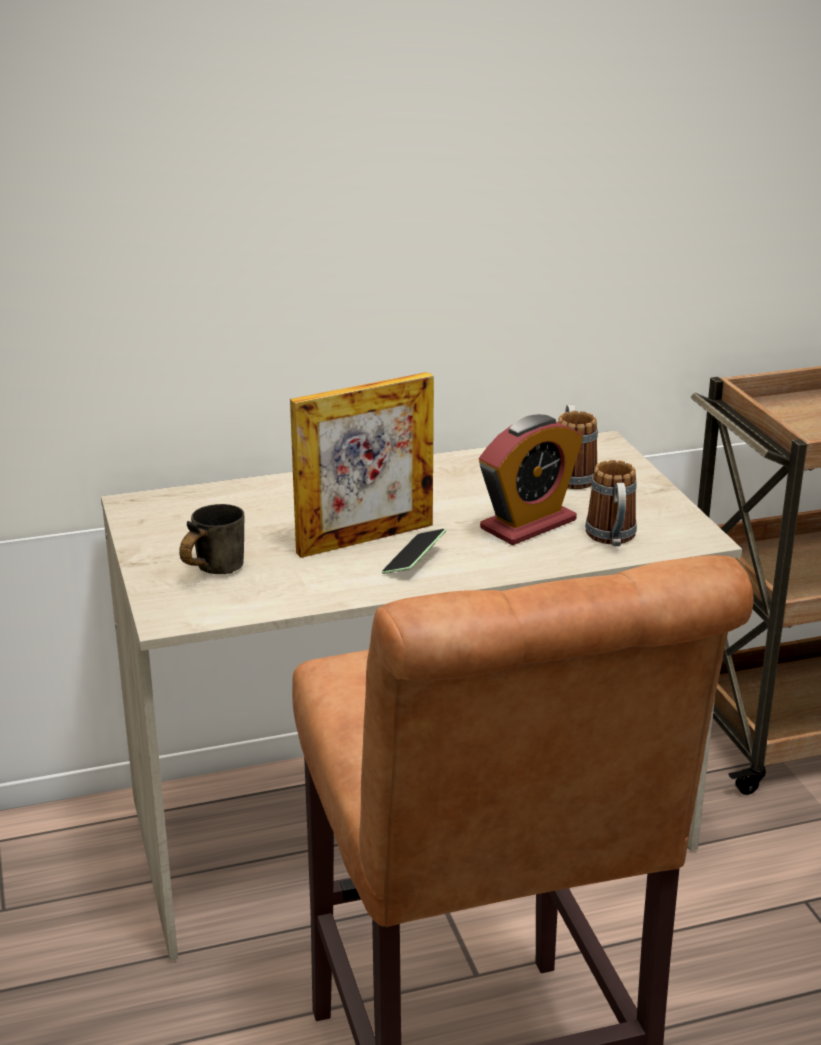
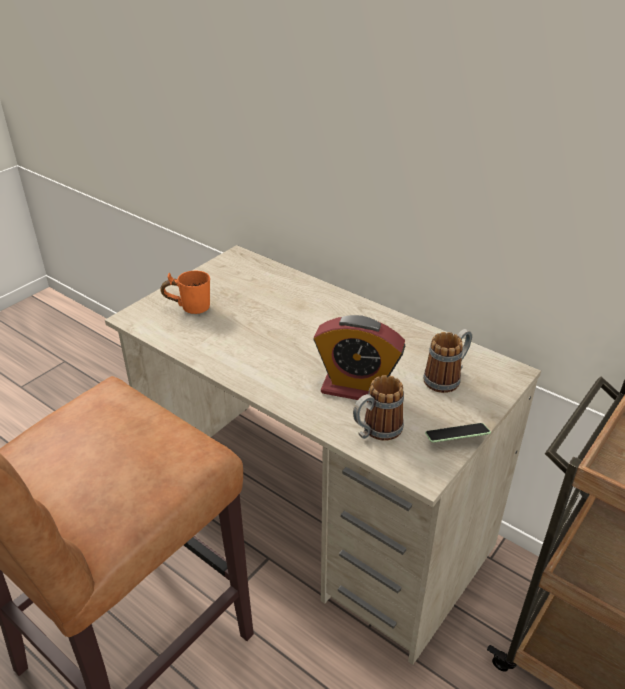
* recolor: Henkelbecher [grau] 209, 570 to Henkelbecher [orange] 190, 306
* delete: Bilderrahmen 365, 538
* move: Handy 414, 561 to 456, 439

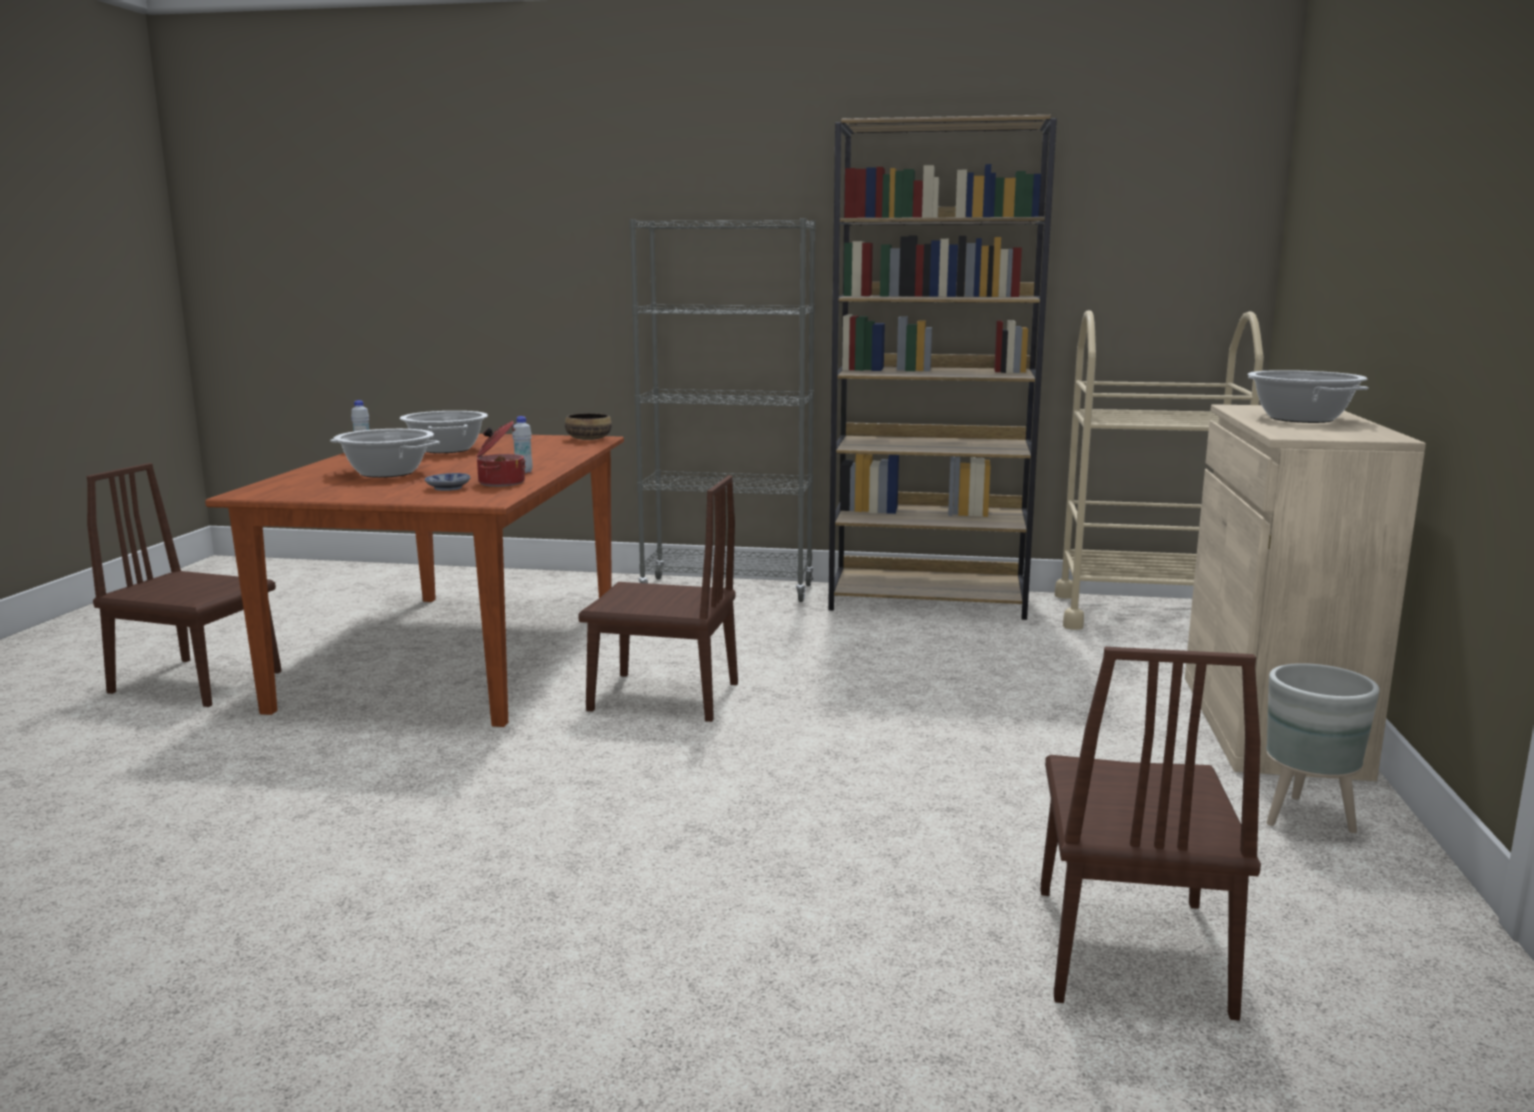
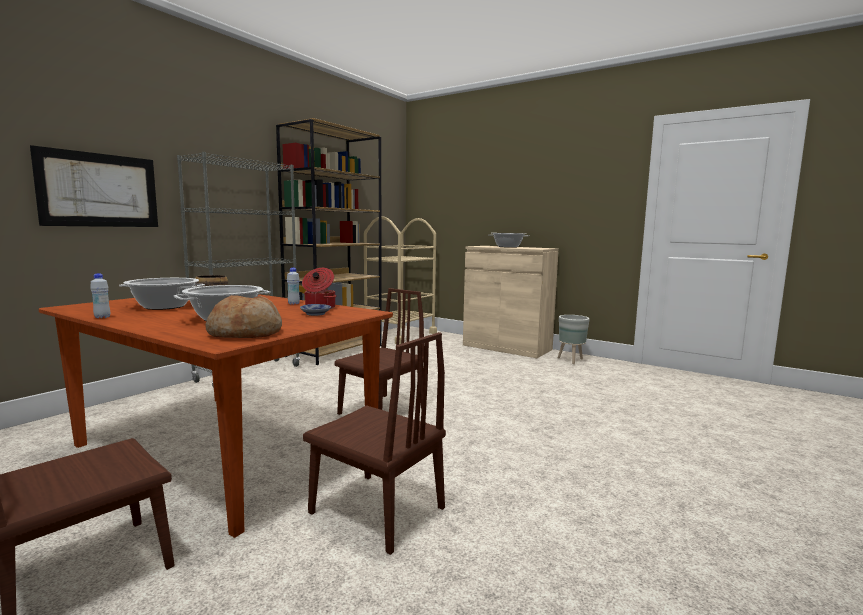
* move: Stuhl [braun] 1130, 949 to 377, 510
* insert: Bild 100, 190
* insert: Brot 246, 333

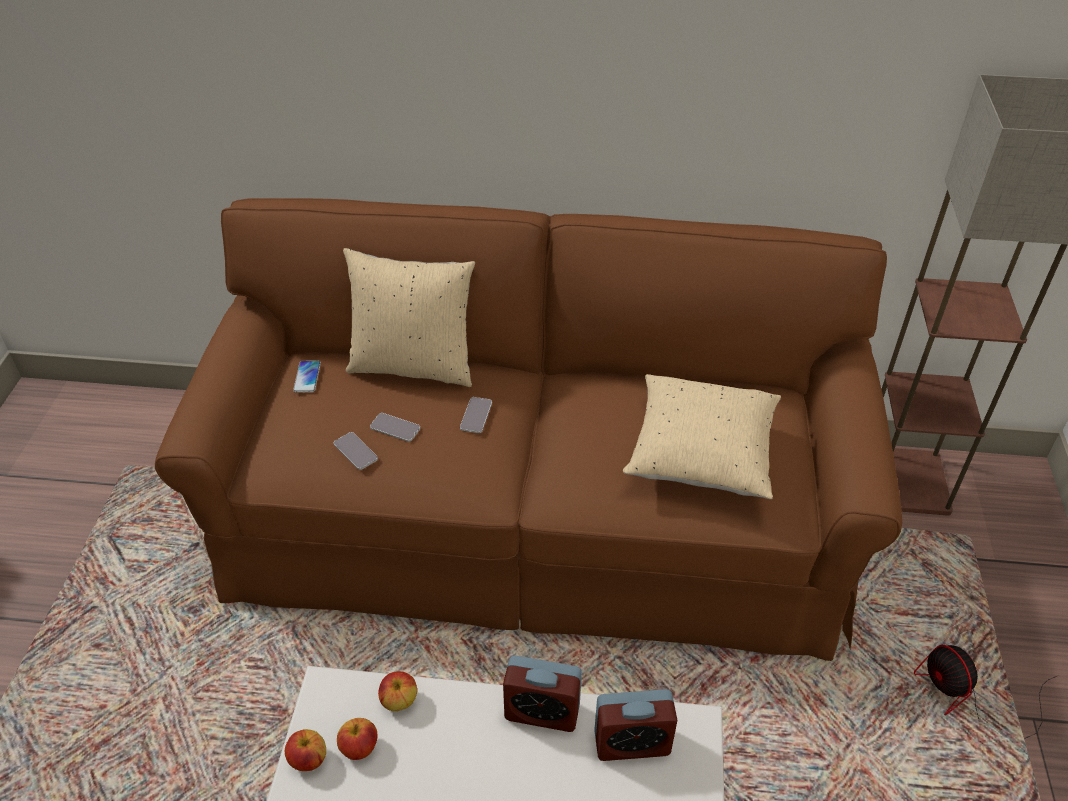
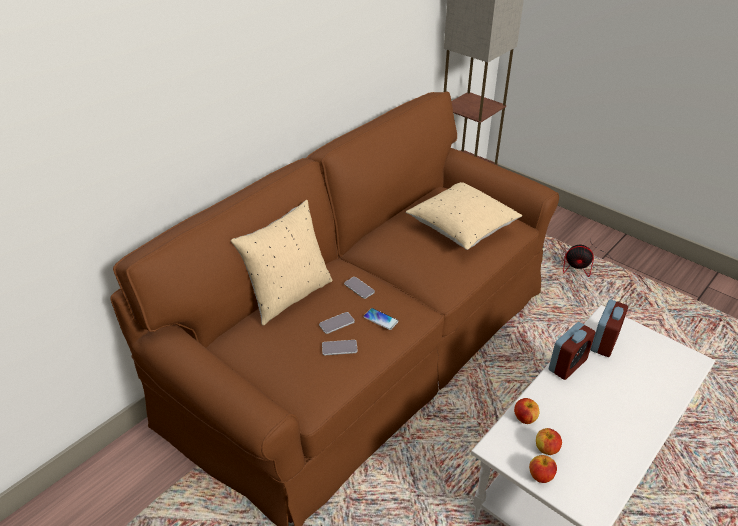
* move: Handy 307, 377 to 380, 319

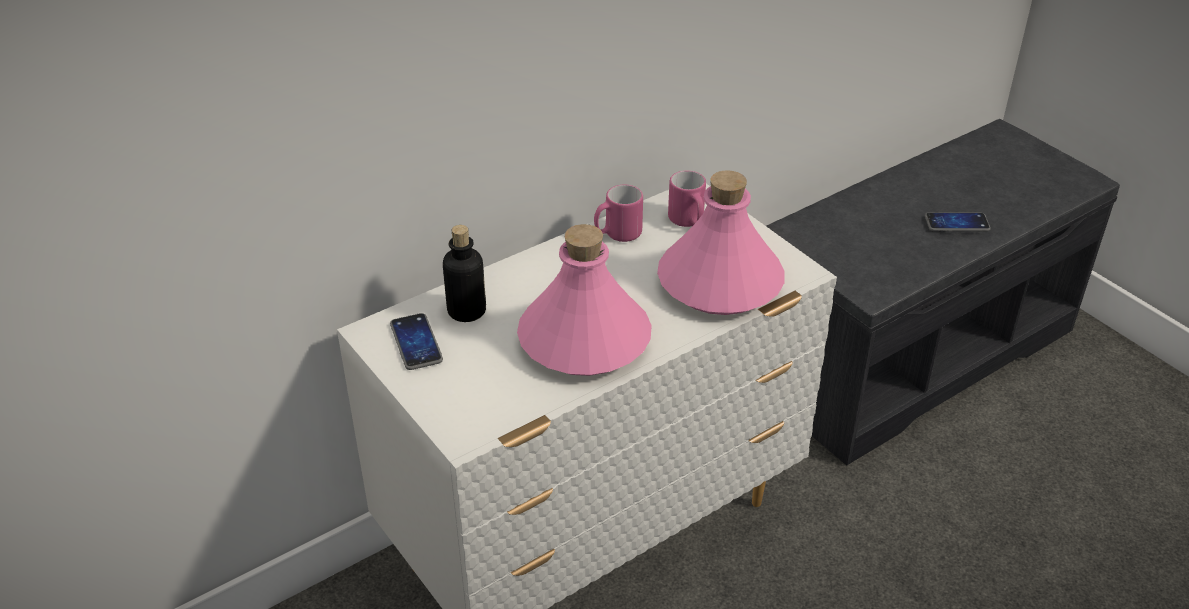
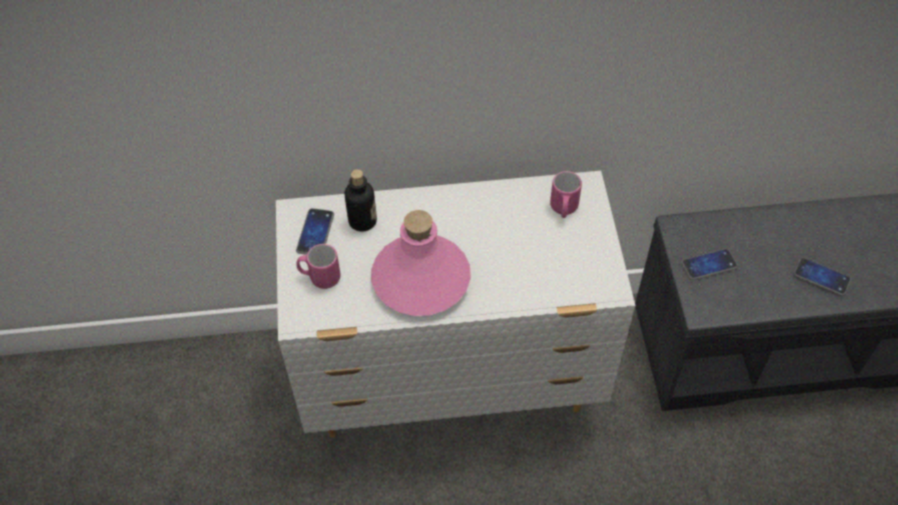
* move: Henkelbecher [rosa] 617, 234 to 320, 277
* delete: Flasche [rosa] 719, 282
* insert: Handy 709, 265

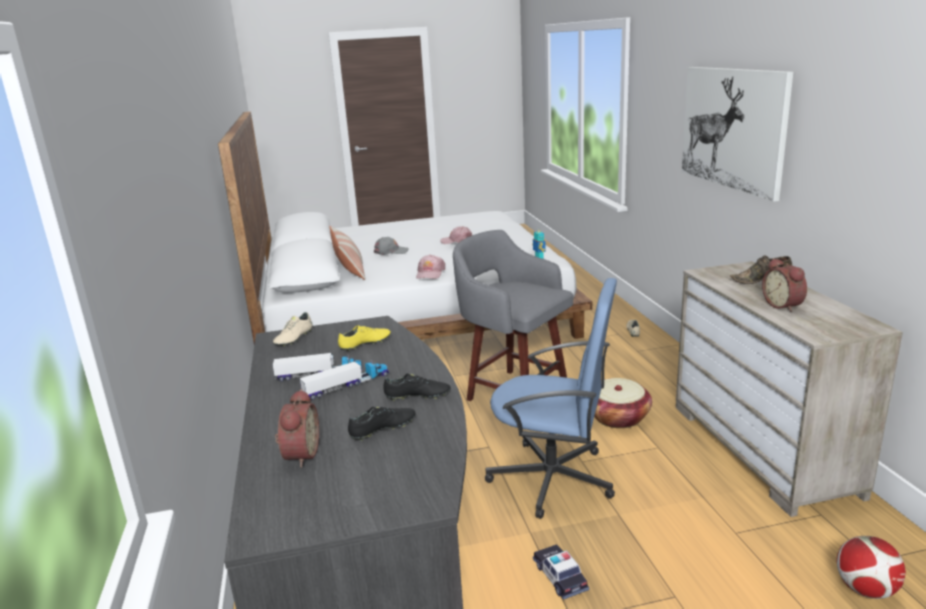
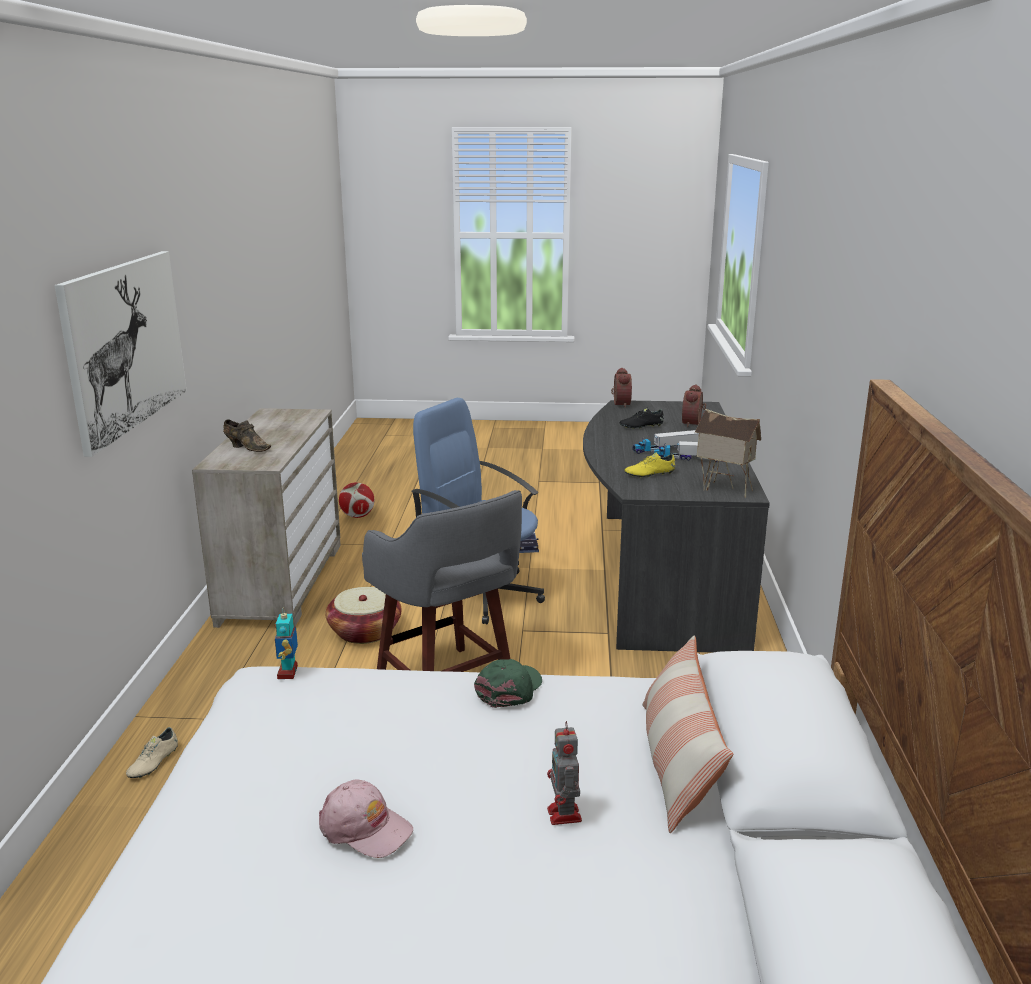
* replace: Schuh [beige] 294, 338 to Spielzeughaus 723, 490
* replace: Kappe [grau] 391, 251 to Spielzeugroboter 564, 816
* delete: Schuh [schwarz] 417, 396
* recolor: Kappe [rosa] 430, 273 to Kappe [grün] 509, 689
* move: Wecker 784, 305 to 619, 404

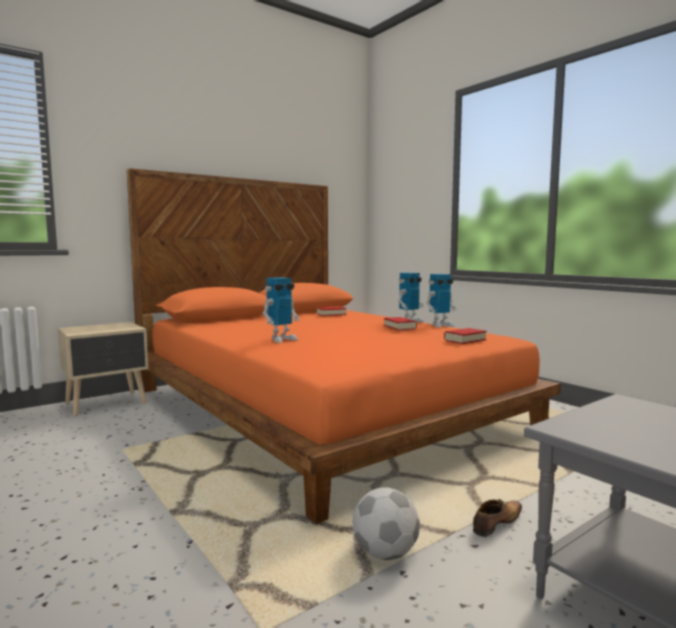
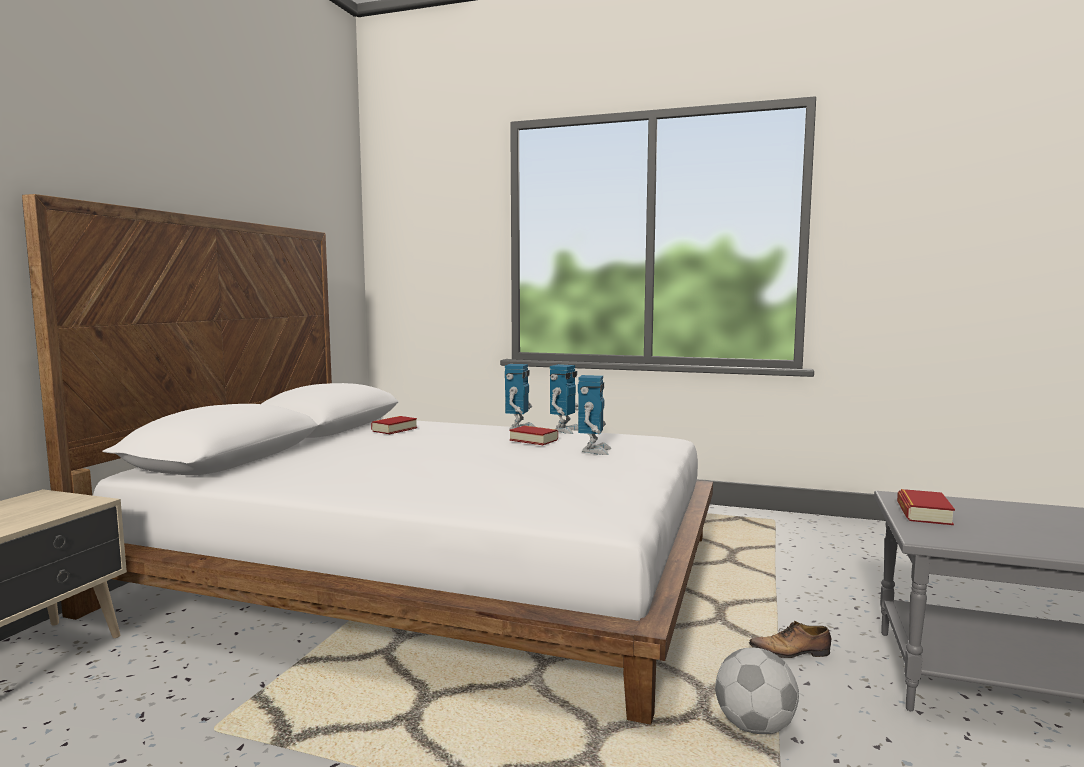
* recolor: Bett [orange] 321, 409 to Bett [weiß] 432, 570
* move: Spielzeugroboter 281, 339 to 594, 451
* move: Buch 465, 340 to 923, 513
* rotate: Schuh 496, 523 = 792, 652 105 degrees counterclockwise

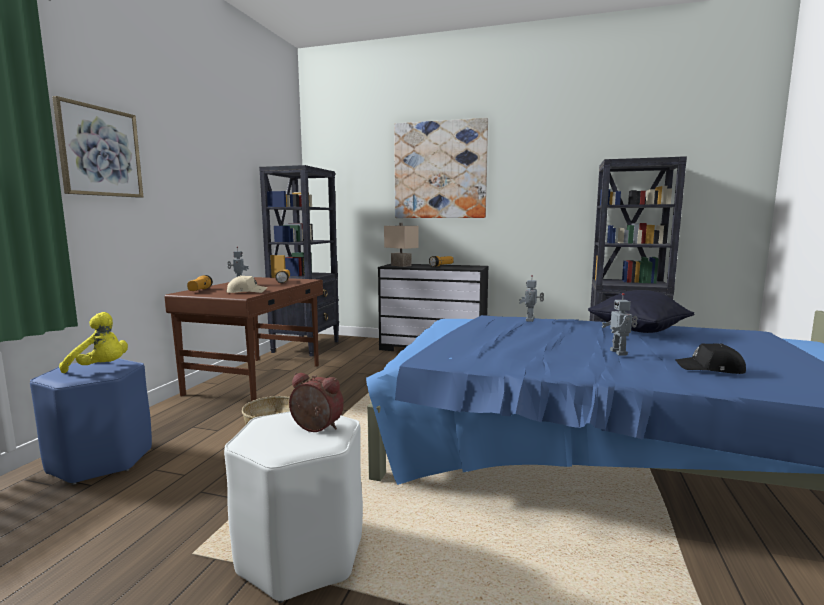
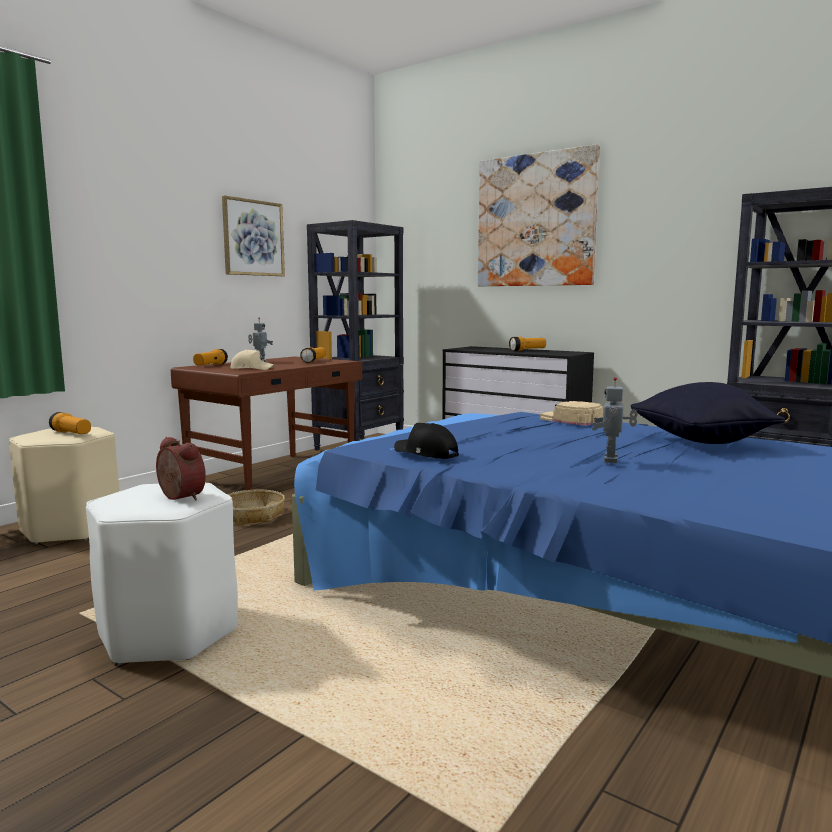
* recolor: Hocker [blau] 101, 460 to Hocker [beige] 71, 529
* move: Bild 100, 151 to 253, 238
* replace: Plüschtier [gelb] 101, 368 to Taschenlampe 71, 433
* delete: Tischlampe [beige] 400, 265
* replace: Spielzeugroboter 531, 320 to Kappe [beige] 570, 420
* move: Kappe [schwarz] 711, 369 to 426, 453

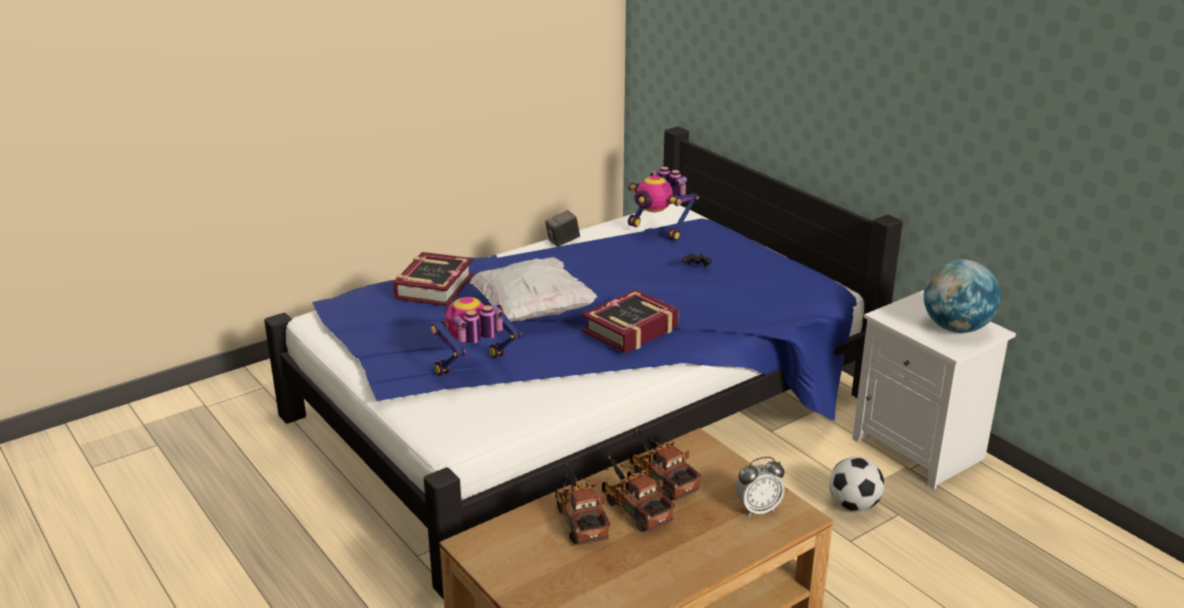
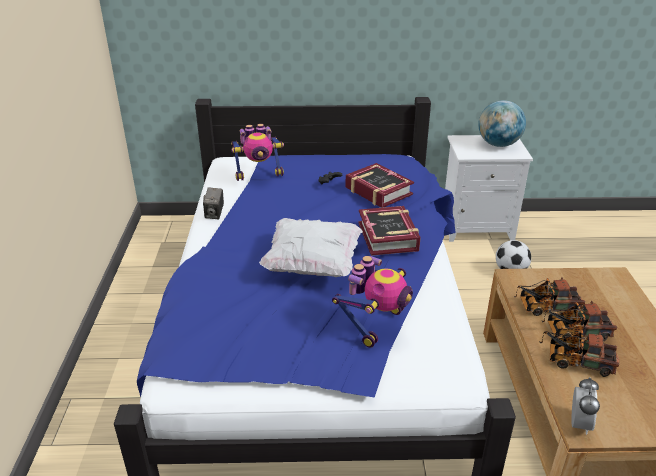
* move: Buch 434, 287 to 378, 191
* rotate: Spielzeugroboter 474, 369 = 375, 324 150 degrees counterclockwise
* move: Wecker 758, 509 to 579, 423

